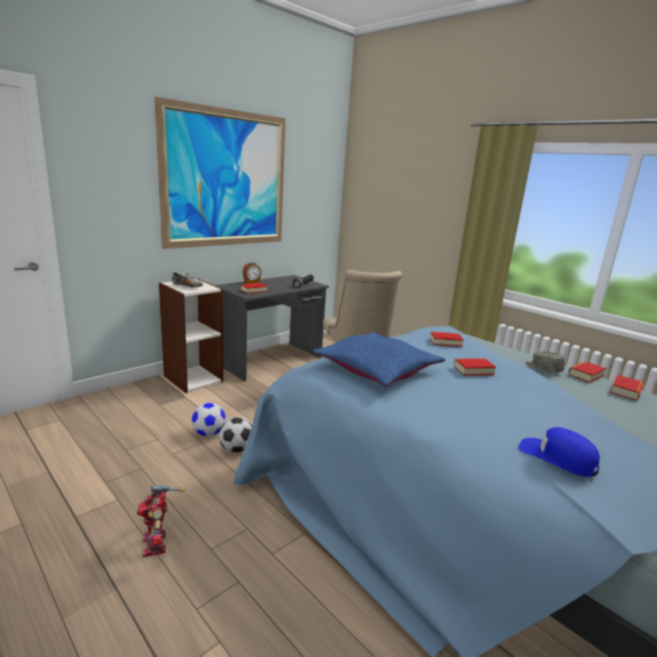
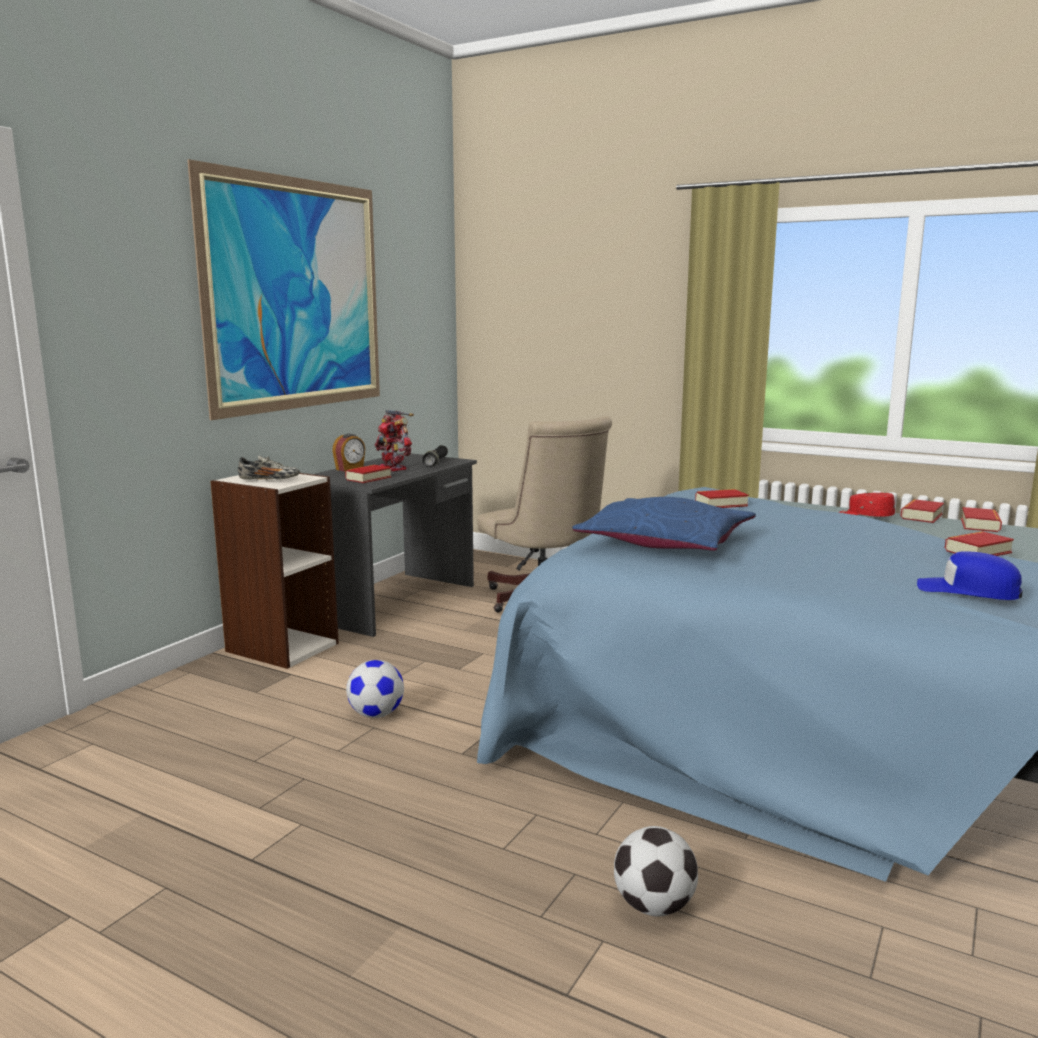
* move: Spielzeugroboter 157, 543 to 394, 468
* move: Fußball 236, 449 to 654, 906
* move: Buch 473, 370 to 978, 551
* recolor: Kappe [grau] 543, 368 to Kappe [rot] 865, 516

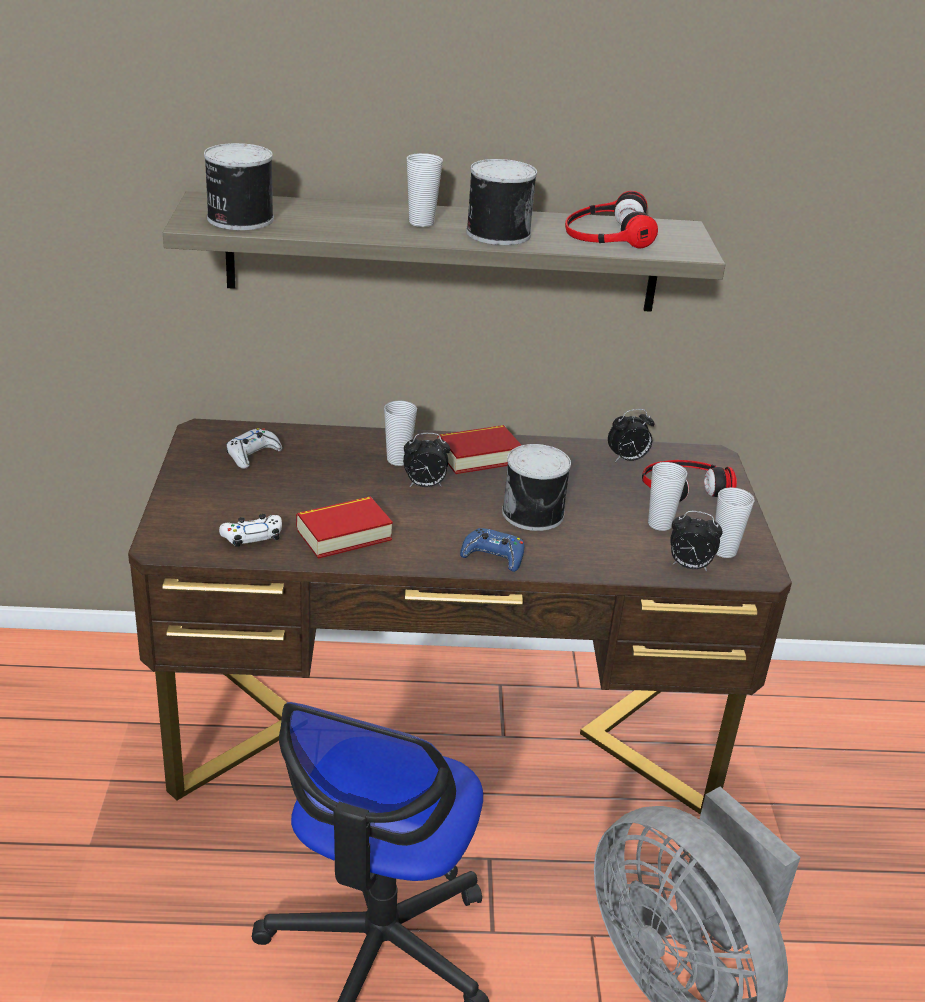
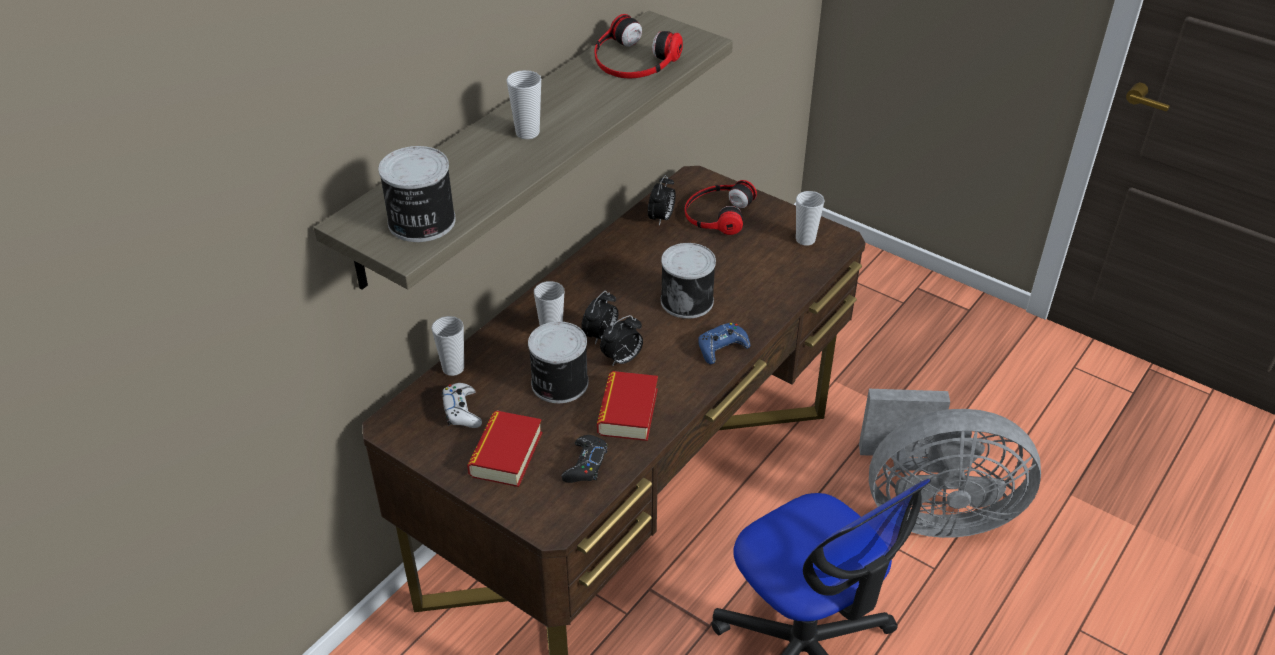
* recolor: Gamepad [weiß] 252, 536 to Gamepad [schwarz] 585, 465
* move: Buch 478, 456 to 506, 454
* move: Dose 496, 233 to 558, 383
* move: Tasse 660, 524 to 453, 368
* move: Wecker 689, 566 to 622, 359

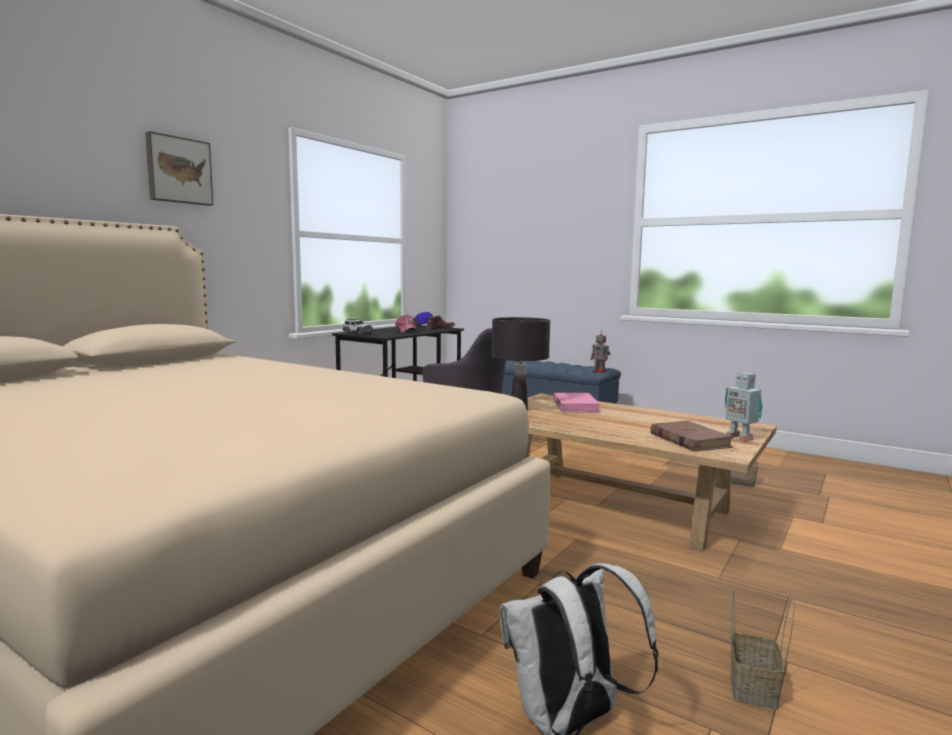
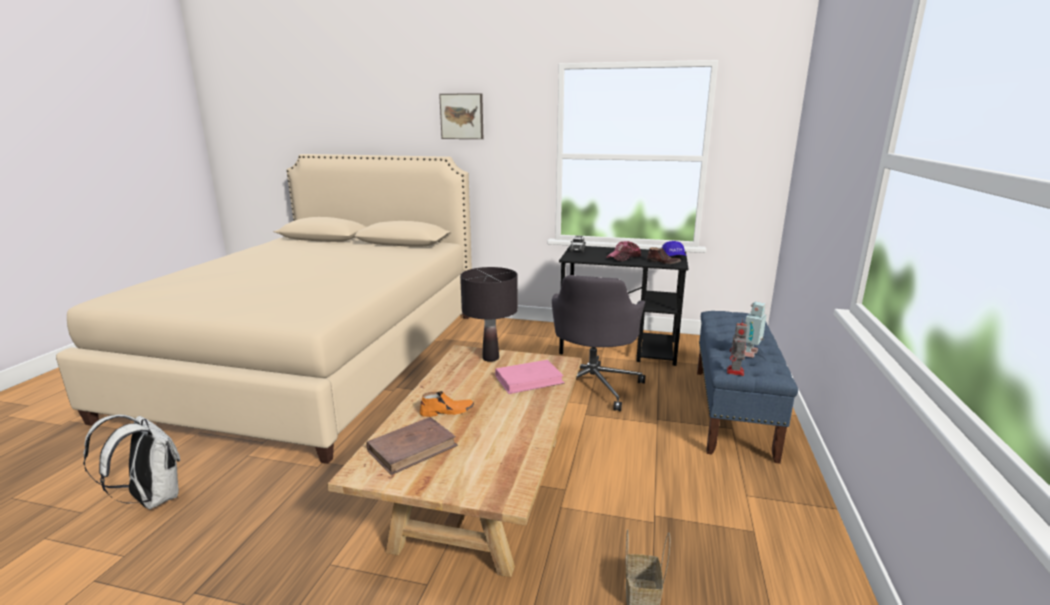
* move: Spielzeugroboter 739, 438 to 751, 354
* delete: Korb 754, 689
* insert: Schuh [orange] 447, 411

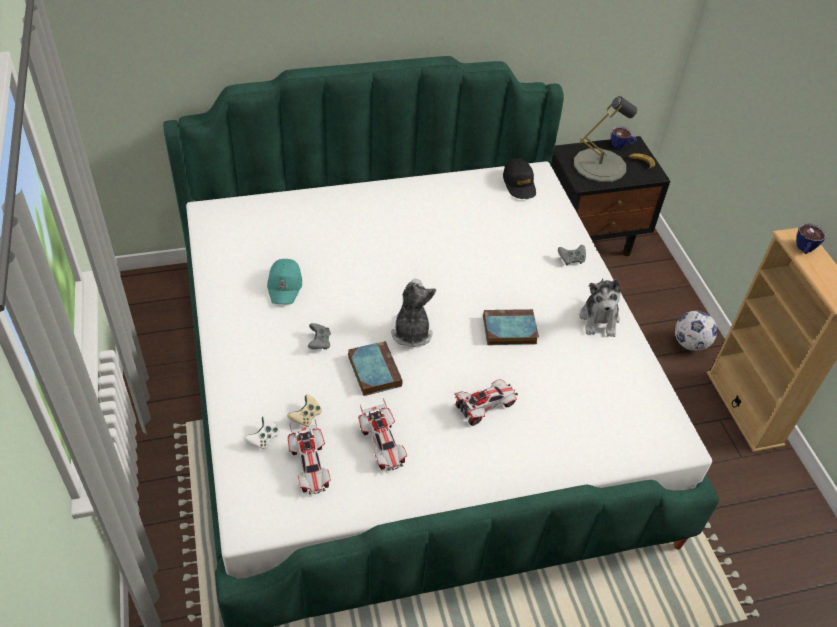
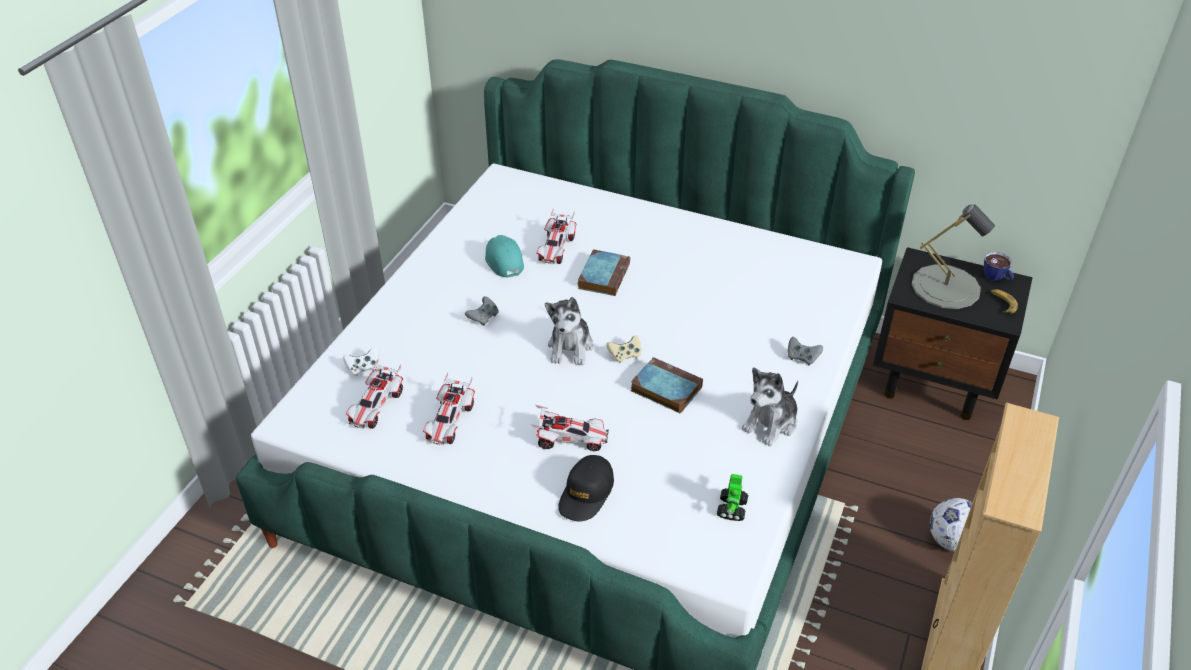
* rotate: Kappe [türkis] 285, 285 = 503, 260 120 degrees clockwise
* move: Gamepad [beige] 306, 417 to 625, 355
* move: Buch 373, 370 to 603, 275
* rotate: Plüschtier 411, 332 = 570, 347 150 degrees clockwise
* move: Kappe [schwarz] 519, 184 to 586, 494
* delete: Tasse 804, 249
* insert: Spielzeugauto 556, 249
* insert: Spielzeugroboter 732, 508

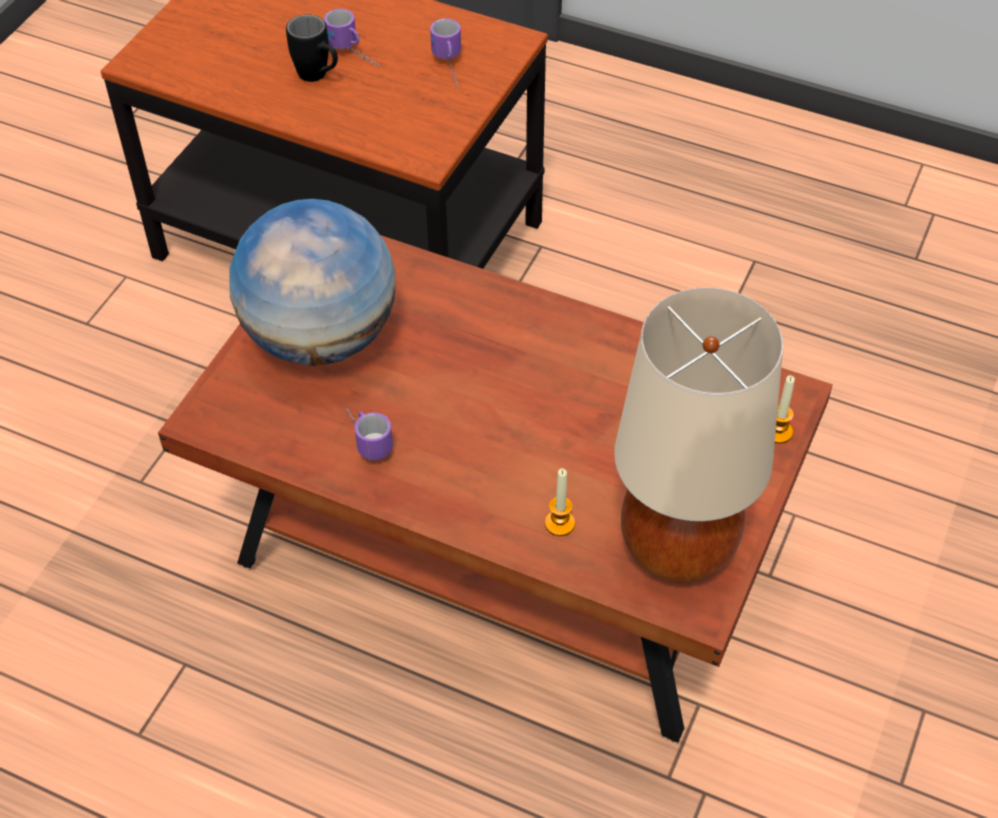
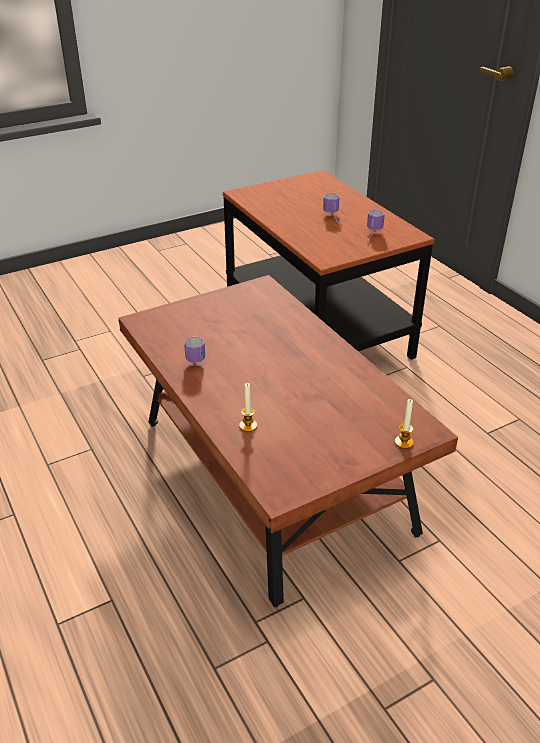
* delete: Globus 321, 336
* delete: Henkelbecher [schwarz] 319, 77
* delete: Tischlampe [beige] 676, 548

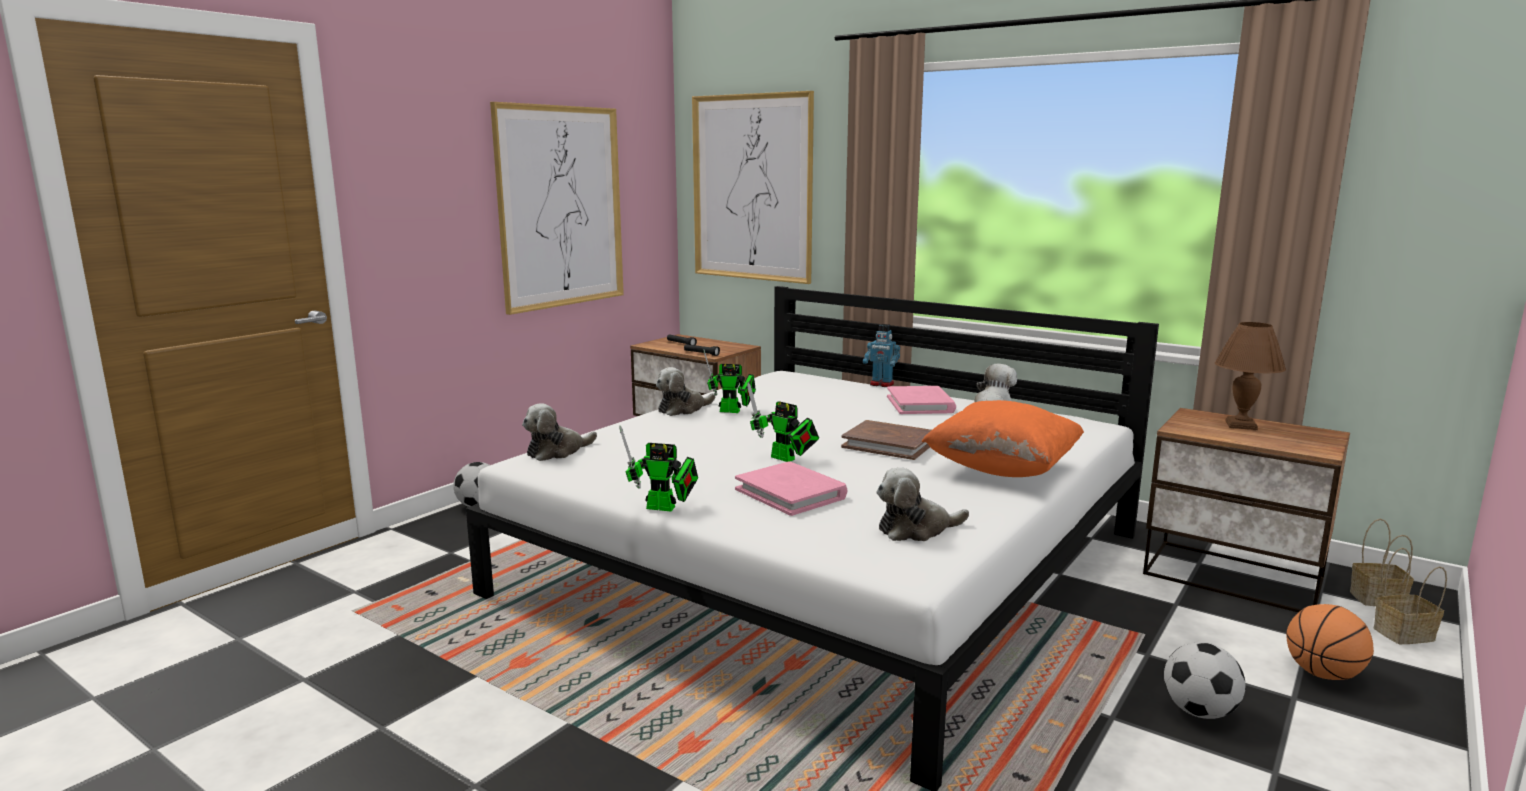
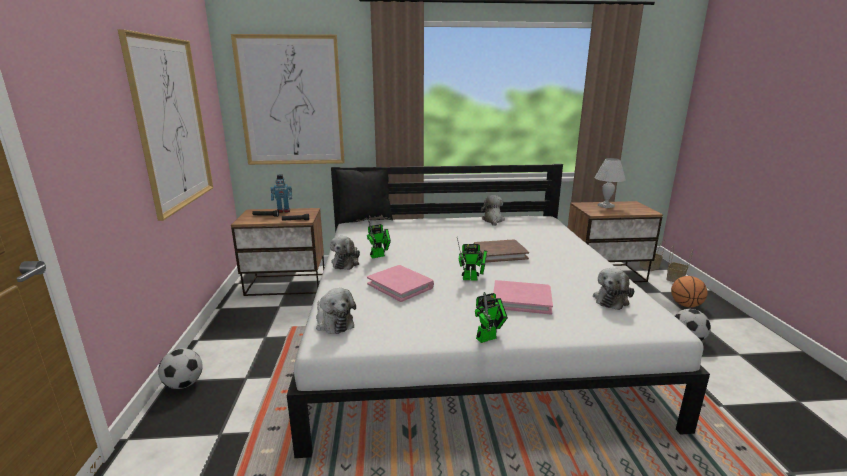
* rotate: Plüschtier 557, 451 = 333, 322 45 degrees counterclockwise
* move: Spielzeugroboter 881, 384 to 283, 211
* move: Buch [rosa] 920, 404 to 400, 285
* delete: Kissen [orange] 1002, 469
* recolor: Tischlampe [braun] 1242, 425 to Tischlampe [weiß] 606, 206
* insert: Kissen [schwarz] 365, 219

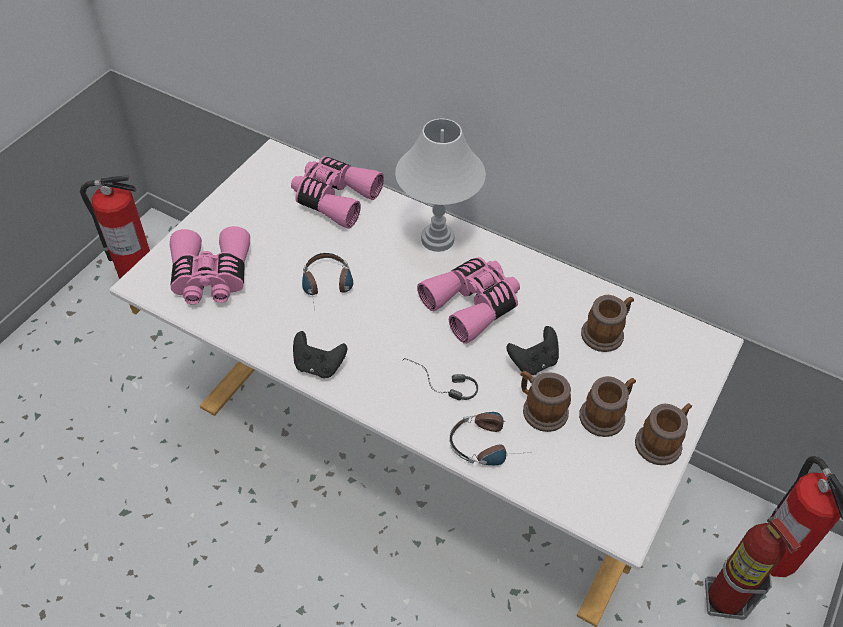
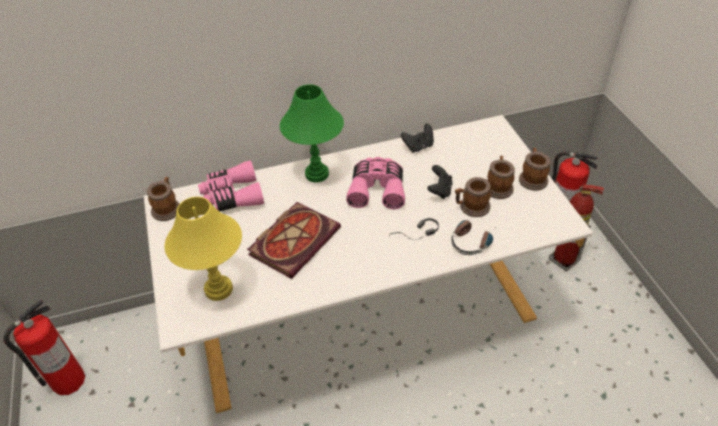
* replace: Fernglas [rosa] 211, 277 to Tischlampe [gelb] 218, 289
* move: Gamepad [schwarz] 318, 366 to 418, 146
* replace: Kopfhörer 328, 288 to Buch 295, 239
* recolor: Tischlampe [weiß] 437, 239 to Tischlampe [grün] 316, 174
* move: Henkelbecher 606, 333 to 167, 208

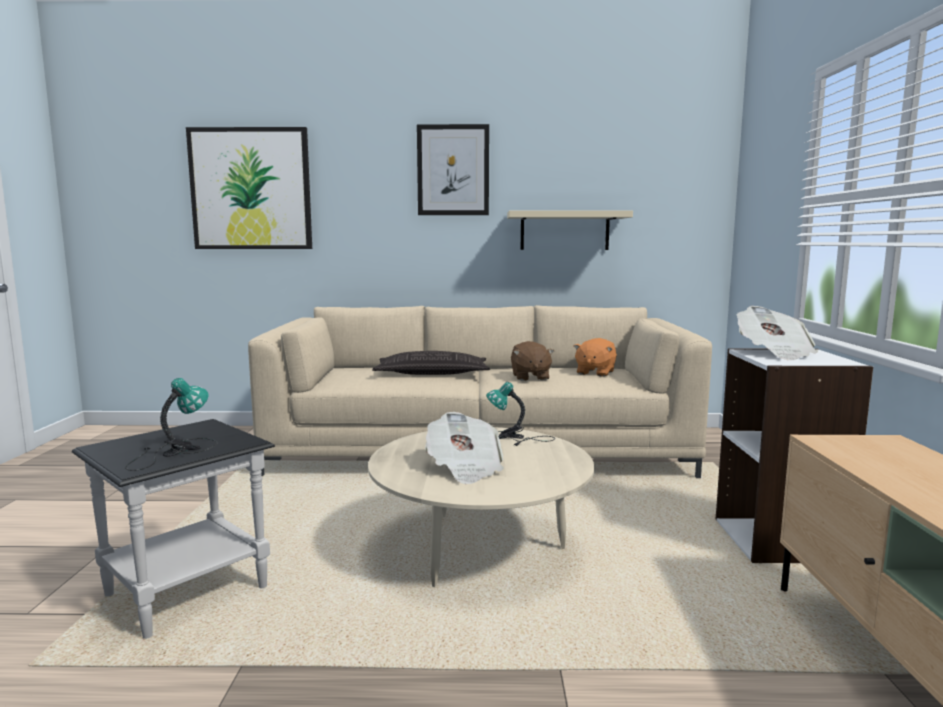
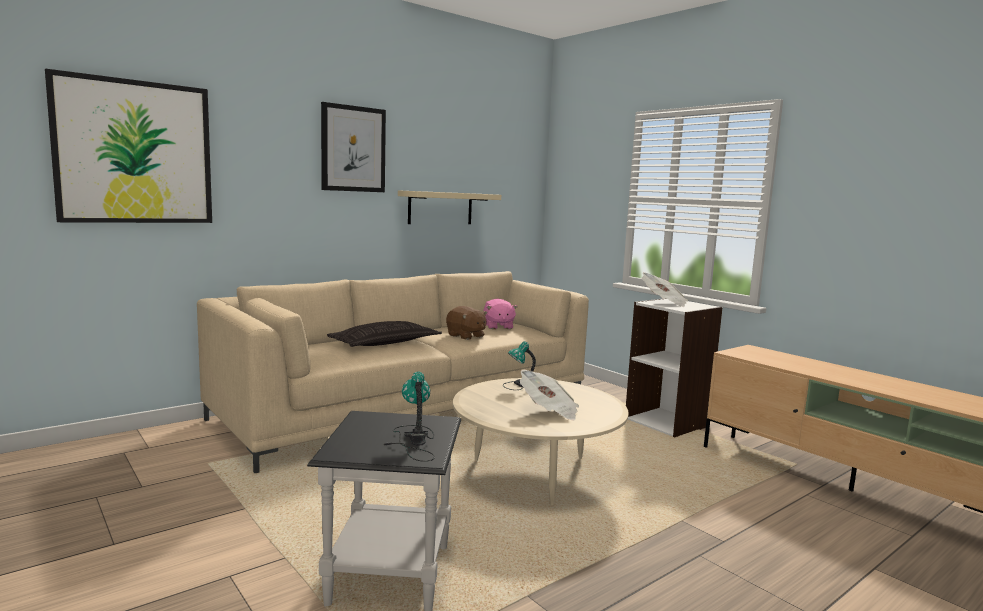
* recolor: Plüschtier [orange] 595, 372 to Plüschtier [rosa] 498, 326

